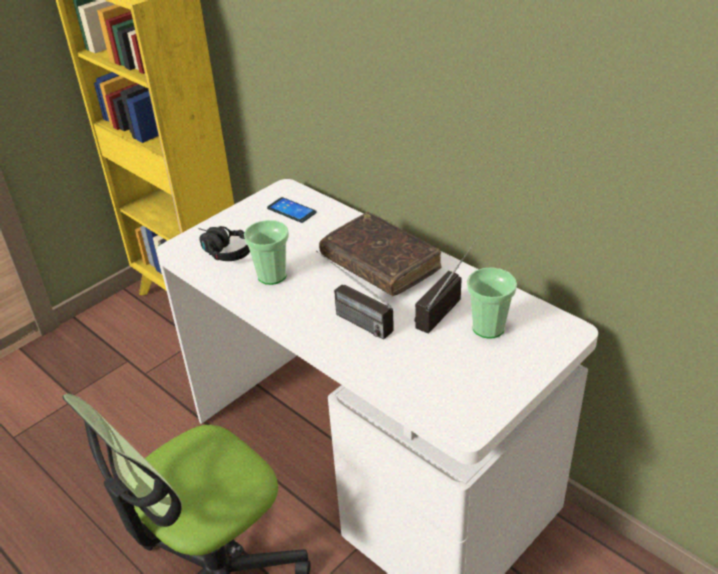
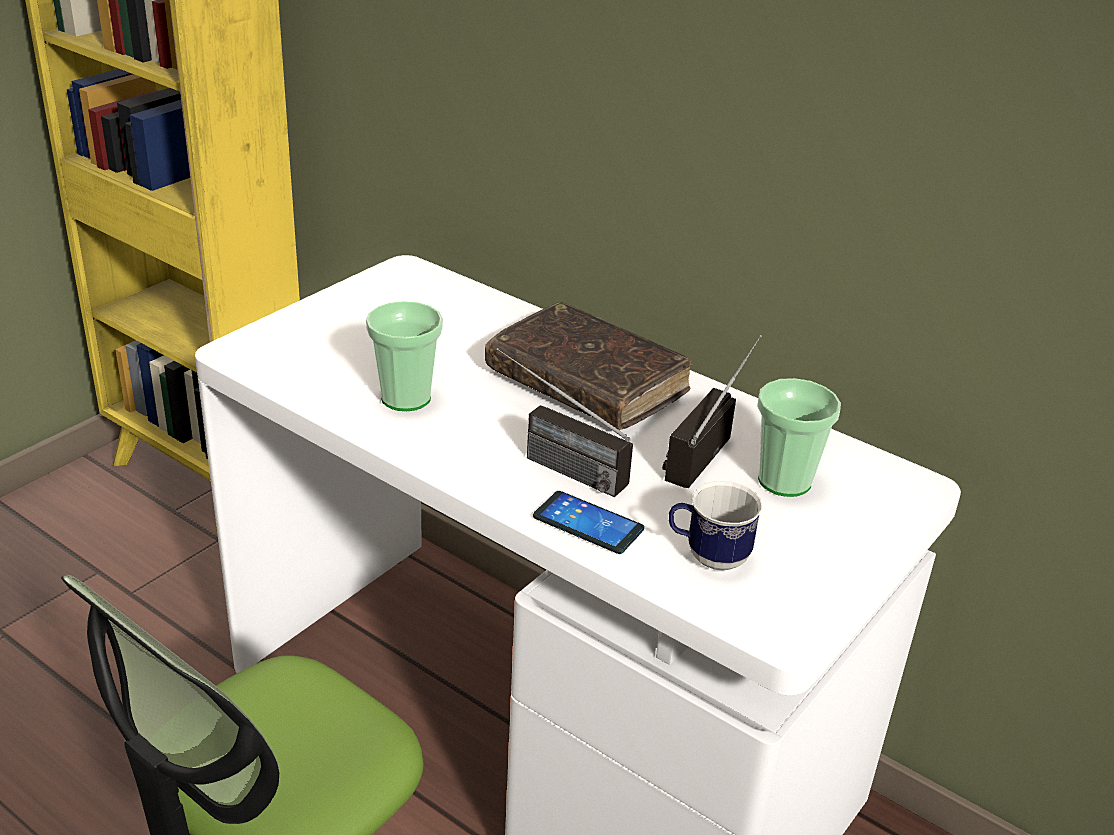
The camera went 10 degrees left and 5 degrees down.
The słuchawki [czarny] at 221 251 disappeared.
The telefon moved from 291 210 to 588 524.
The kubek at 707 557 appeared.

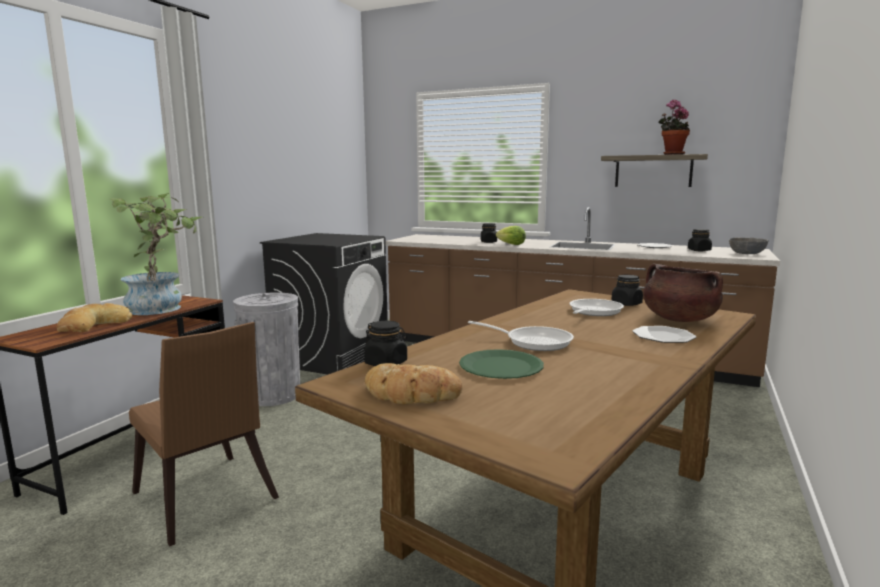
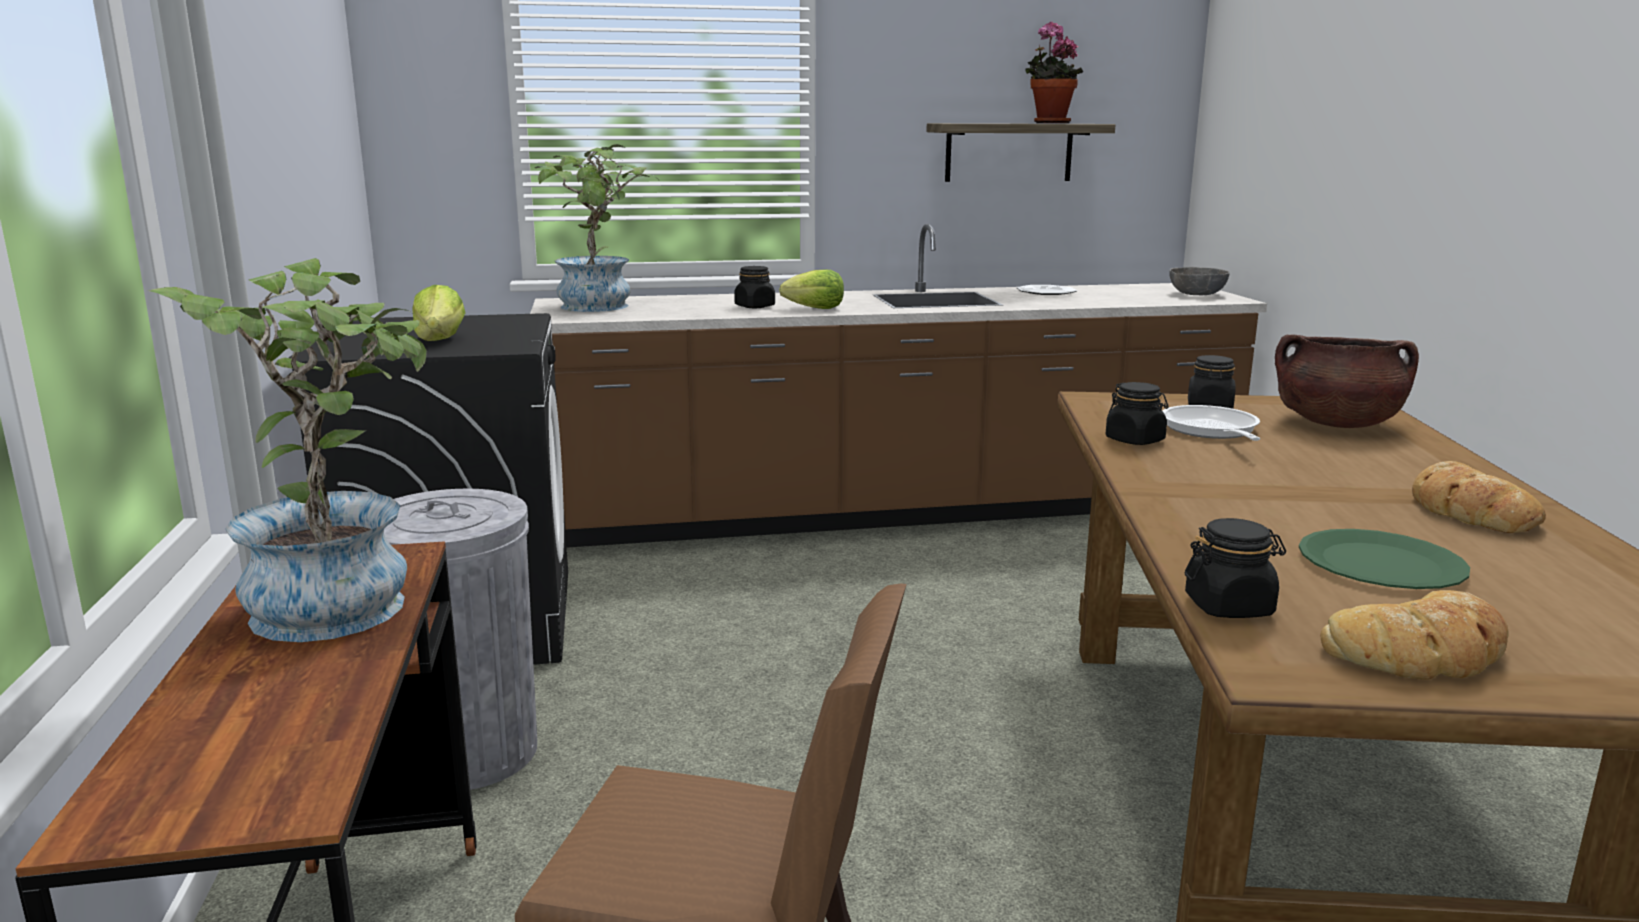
The camera went 35 degrees left and 5 degrees up.
The chleb moved from 94 325 to 1468 511.
The patelnia at 533 342 disappeared.
The talerz at 663 336 disappeared.
The słoik [czarny] moved from 699 250 to 1135 440.
The sałata at 440 340 appeared.
The roślina doniczkowa at 600 307 appeared.

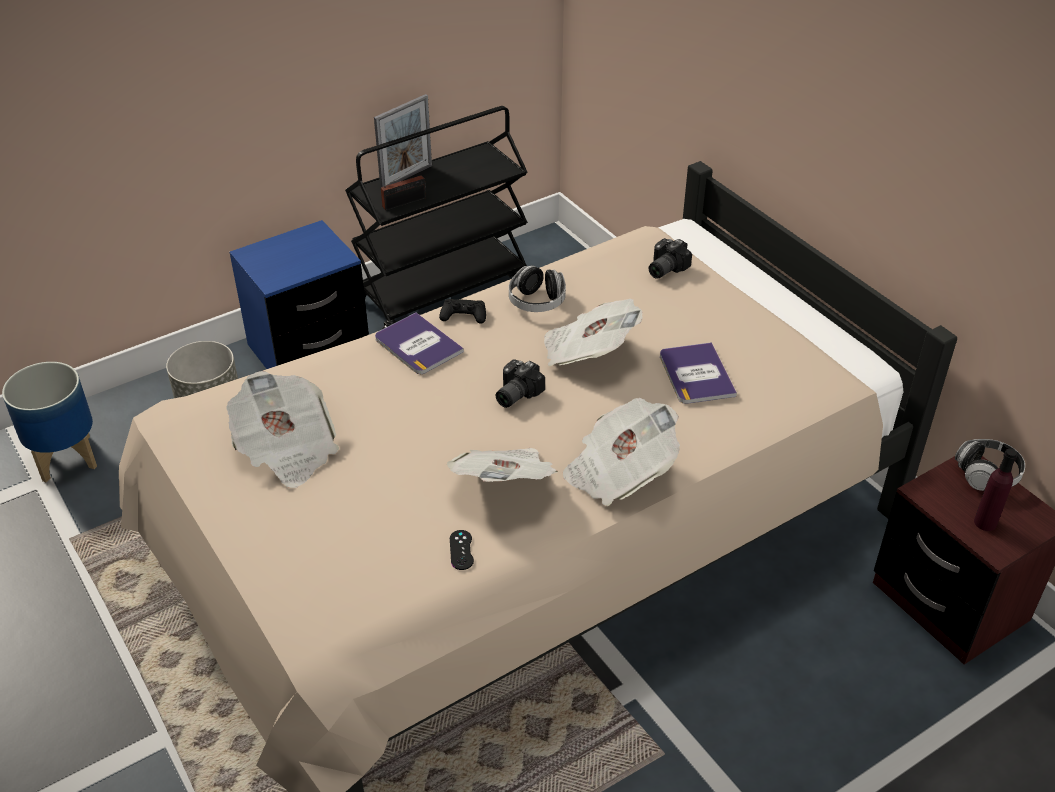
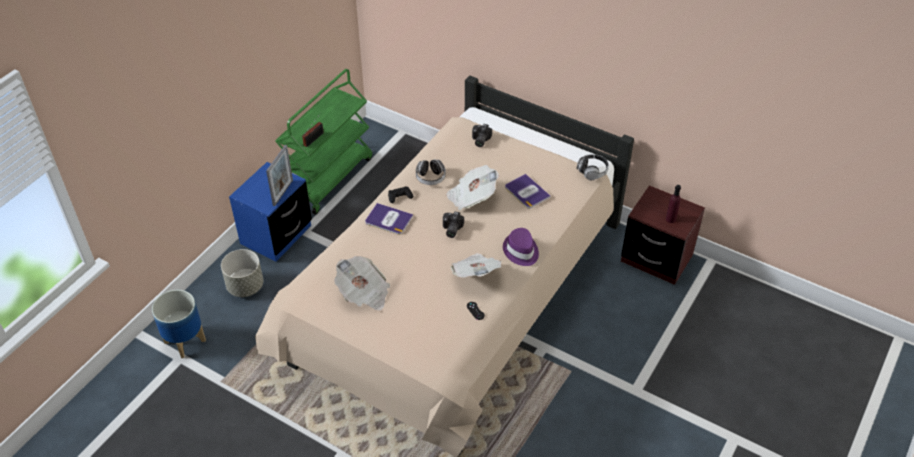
The camera went 25 degrees left and 5 degrees up.
The wózek [czarny] at 442 291 became the wózek [zielony] at 328 178.
The ramka na zdjęcie moved from 406 177 to 283 193.
The gazeta at 619 472 was replaced by the kapelusz [fioletowy] at 521 251.
The słuchawki moved from 986 475 to 592 171.

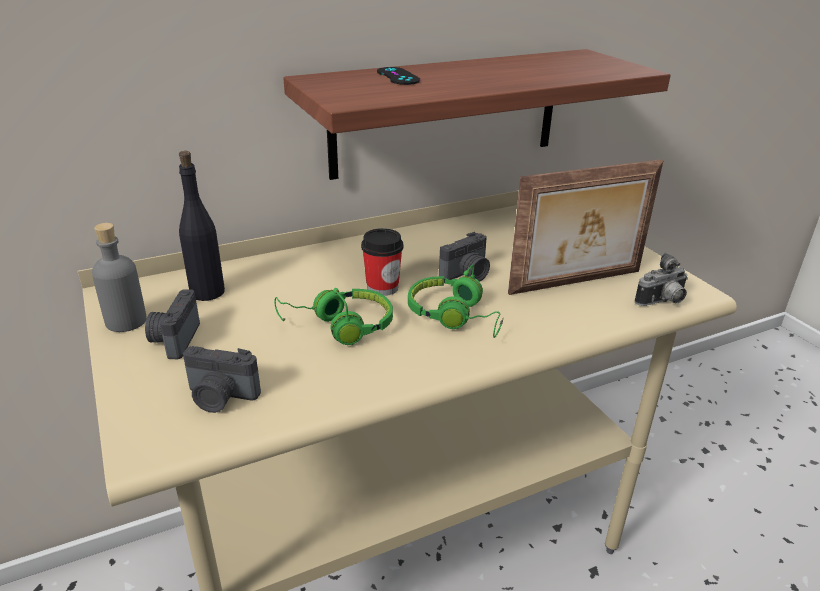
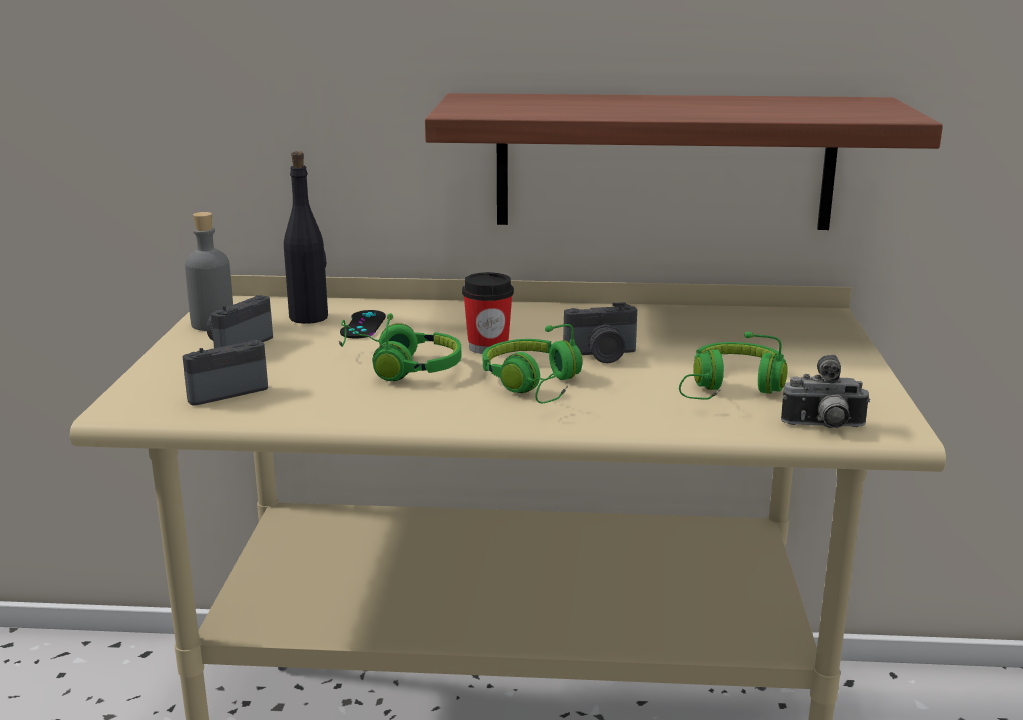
The camera went 30 degrees right and 10 degrees down.
The aparat fotograficzny at 220 397 turned 105 degrees clockwise.
The pad do gier [czarny] moved from 398 76 to 363 325.
The ramka na zdjęcie at 576 283 was replaced by the słuchawki [zielony] at 732 388.

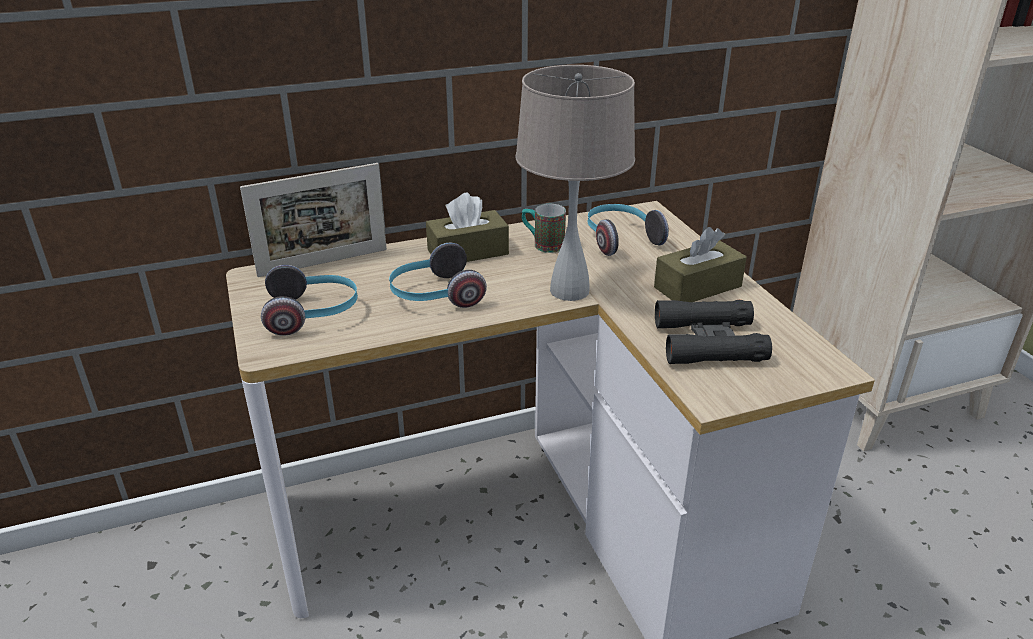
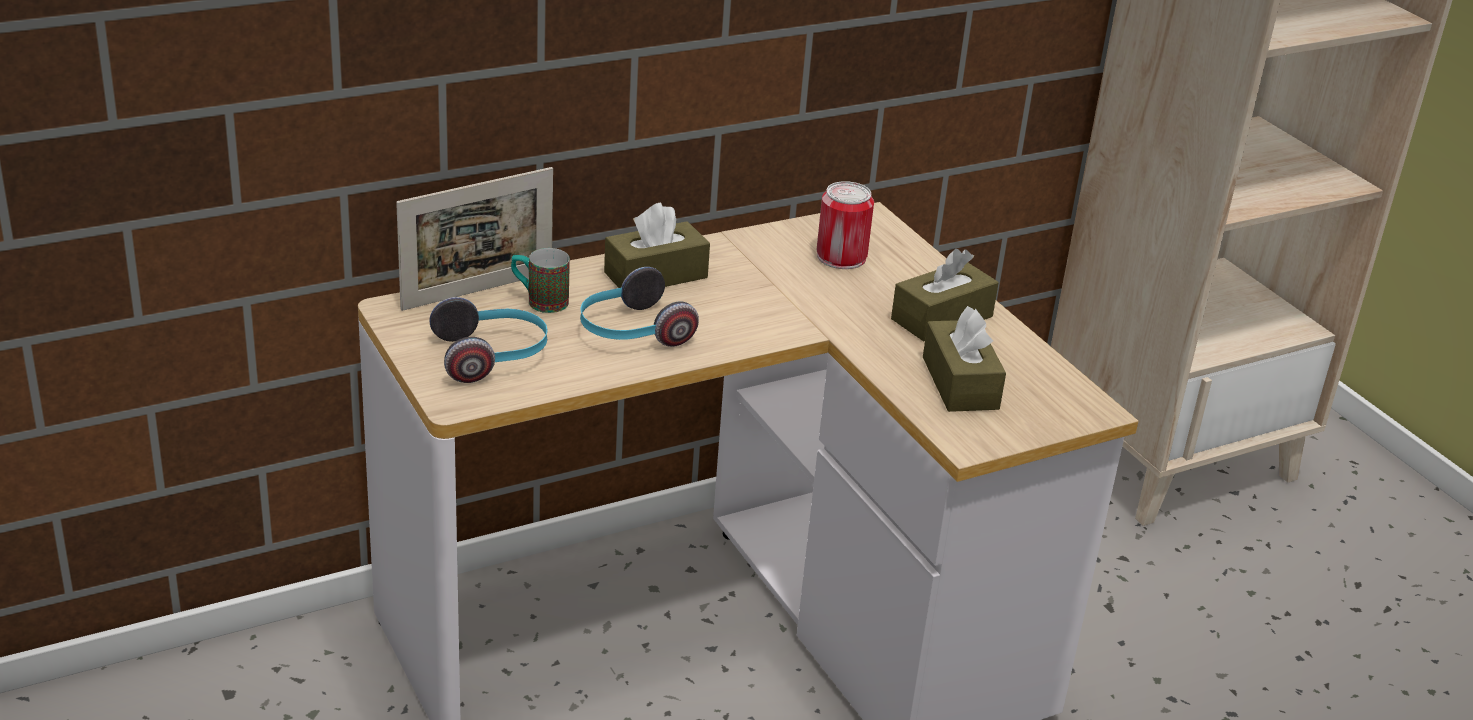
The camera went 10 degrees left and 0 degrees up.
The lampa stołowa [beżowy] at 570 291 disappeared.
The kubek moved from 542 244 to 539 301.
The słuchawki at 620 239 was replaced by the puszka at 841 257.
The lornetka [czarny] at 709 342 was replaced by the pudełko chusteczek [brązowy] at 960 383.

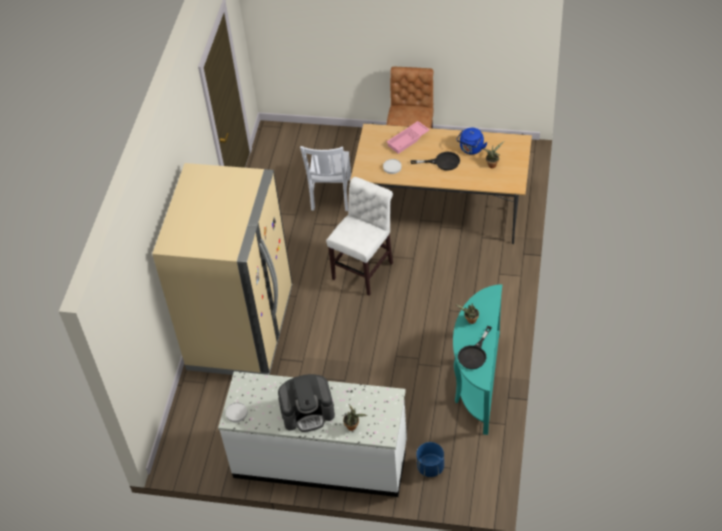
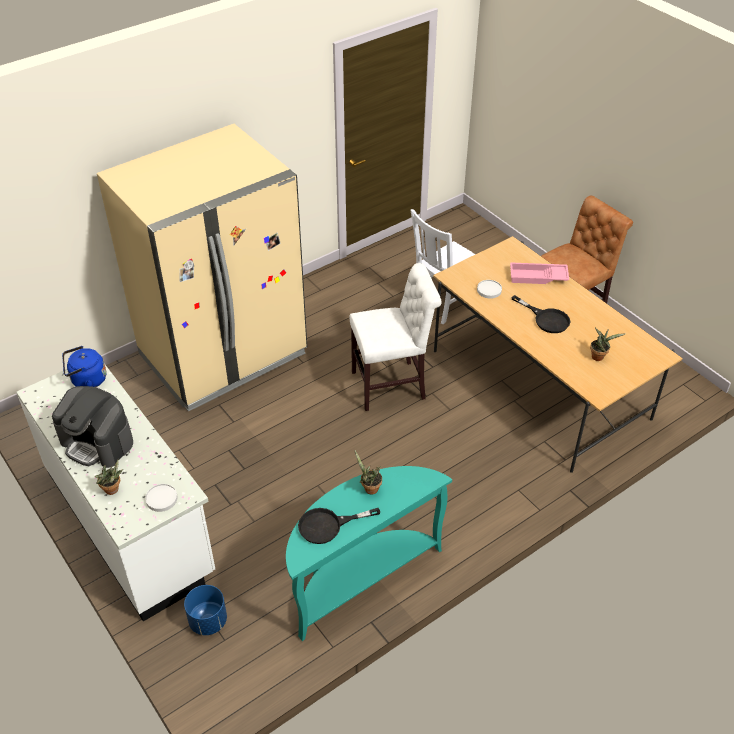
The camera went 40 degrees right and 5 degrees down.
The talerz [biały] moved from 236 413 to 161 499.
The czajnik [niebieski] moved from 471 149 to 87 380.

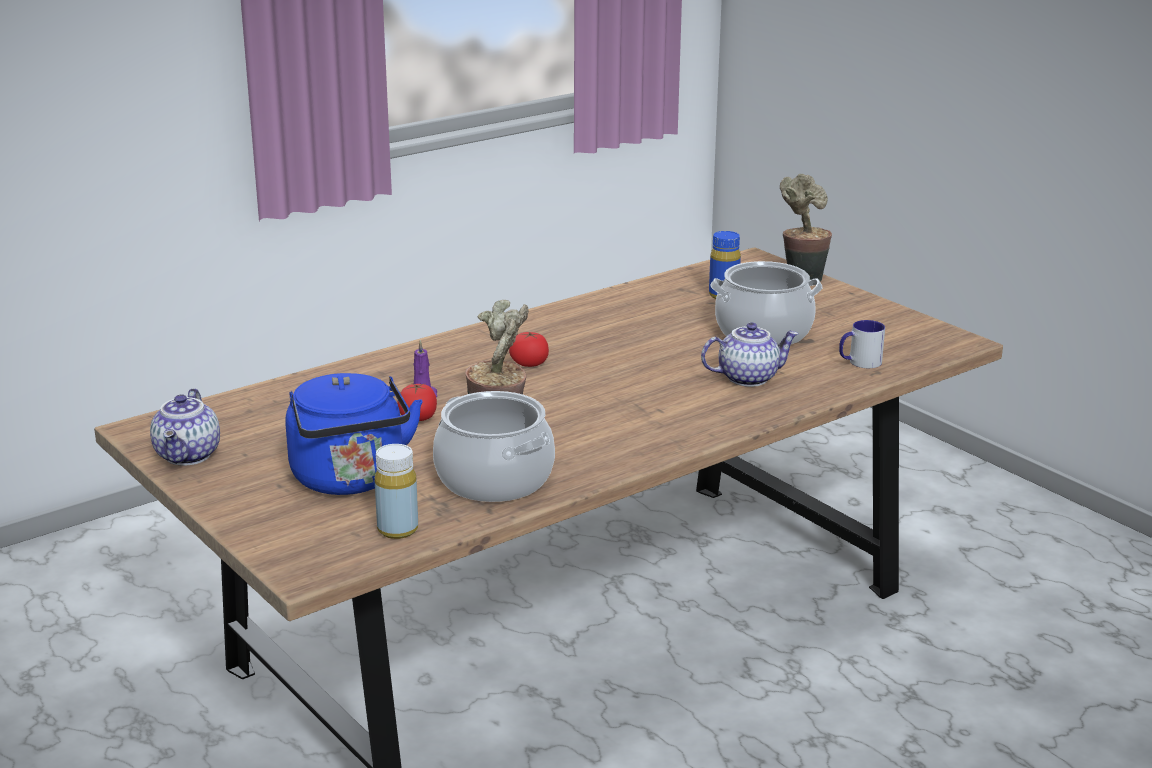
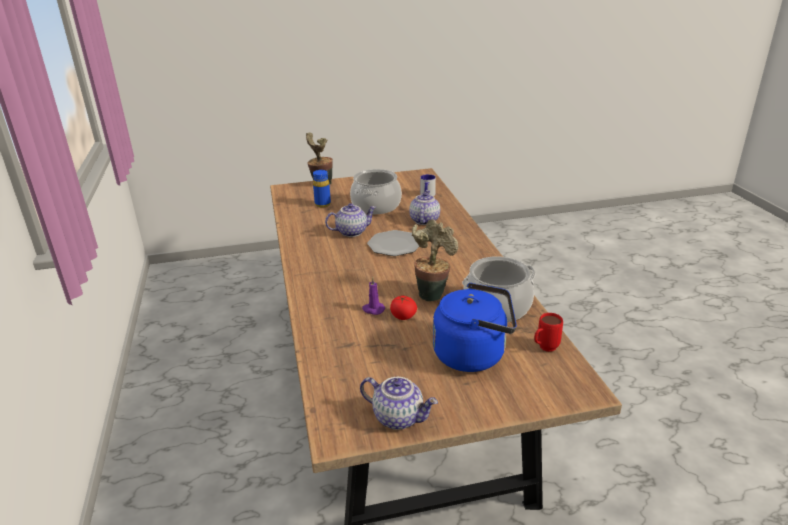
The camera went 65 degrees left and 5 degrees up.
The butelka [żółty] at 397 530 was replaced by the kubek [czerwony] at 544 348.
The pomidor at 529 363 disappeared.
The imbryk at 352 232 appeared.
The talerz at 394 245 appeared.

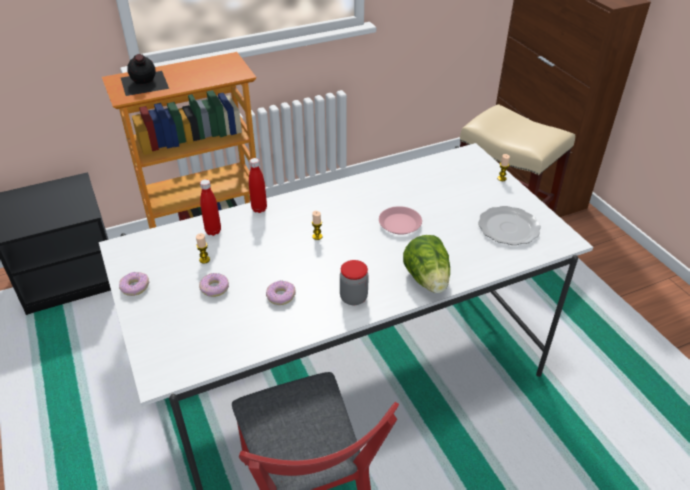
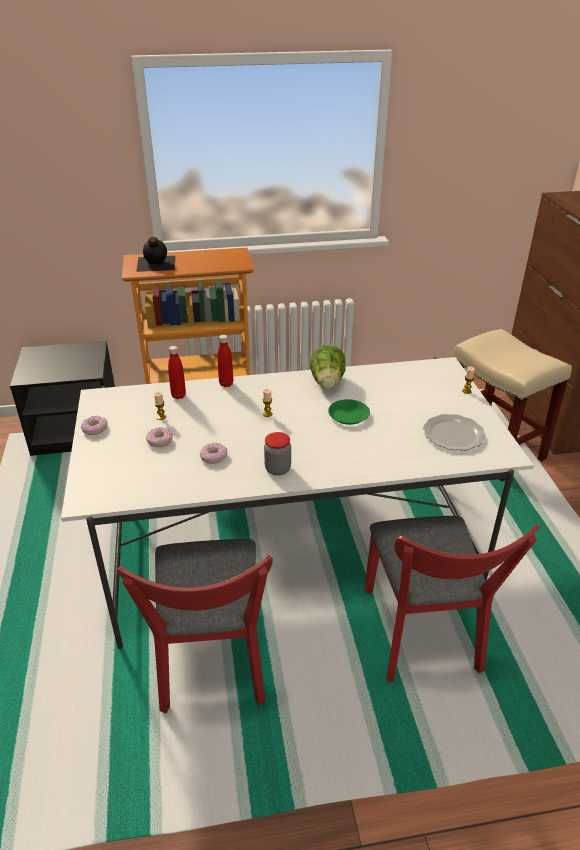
The camera went 15 degrees right and 5 degrees down.
The talerz [różowy] at 399 224 became the talerz [zielony] at 348 415.
The sałata moved from 427 280 to 327 383.
The krzesło [czerwony] at 422 638 appeared.

